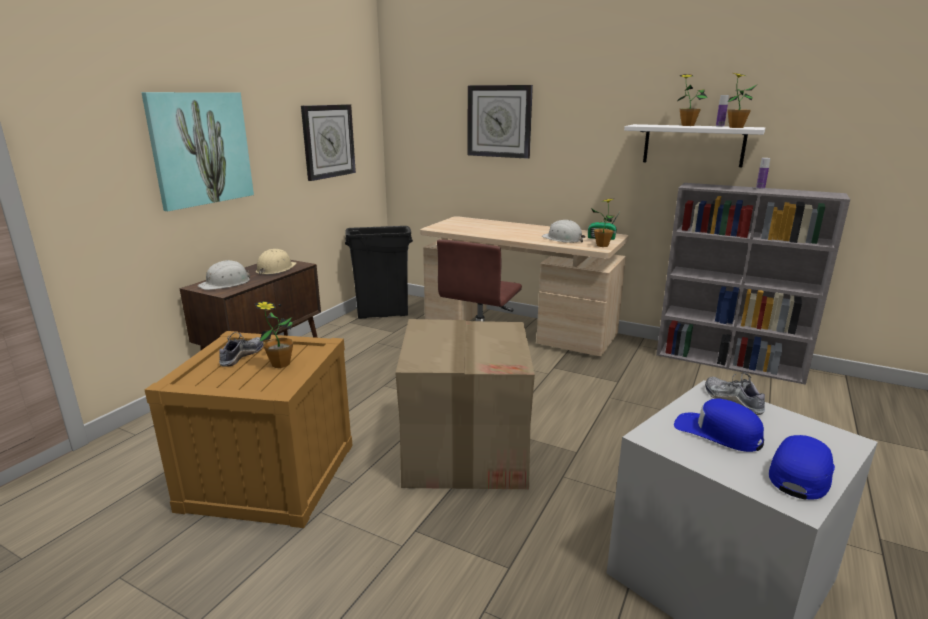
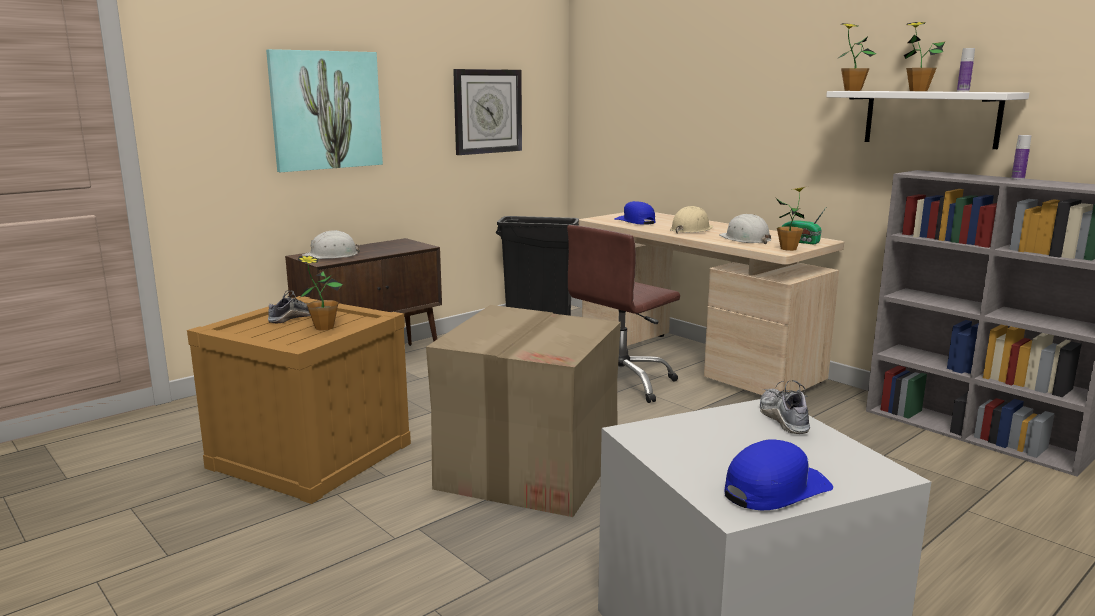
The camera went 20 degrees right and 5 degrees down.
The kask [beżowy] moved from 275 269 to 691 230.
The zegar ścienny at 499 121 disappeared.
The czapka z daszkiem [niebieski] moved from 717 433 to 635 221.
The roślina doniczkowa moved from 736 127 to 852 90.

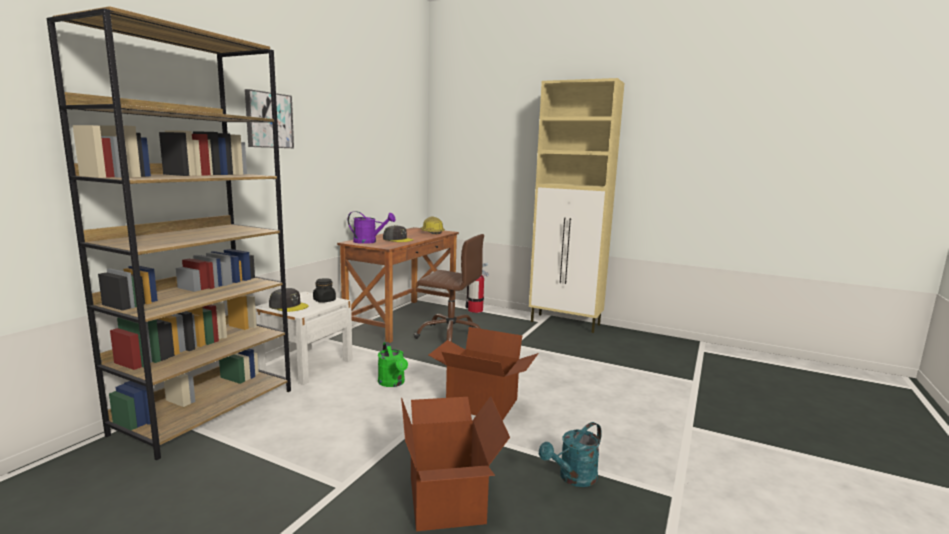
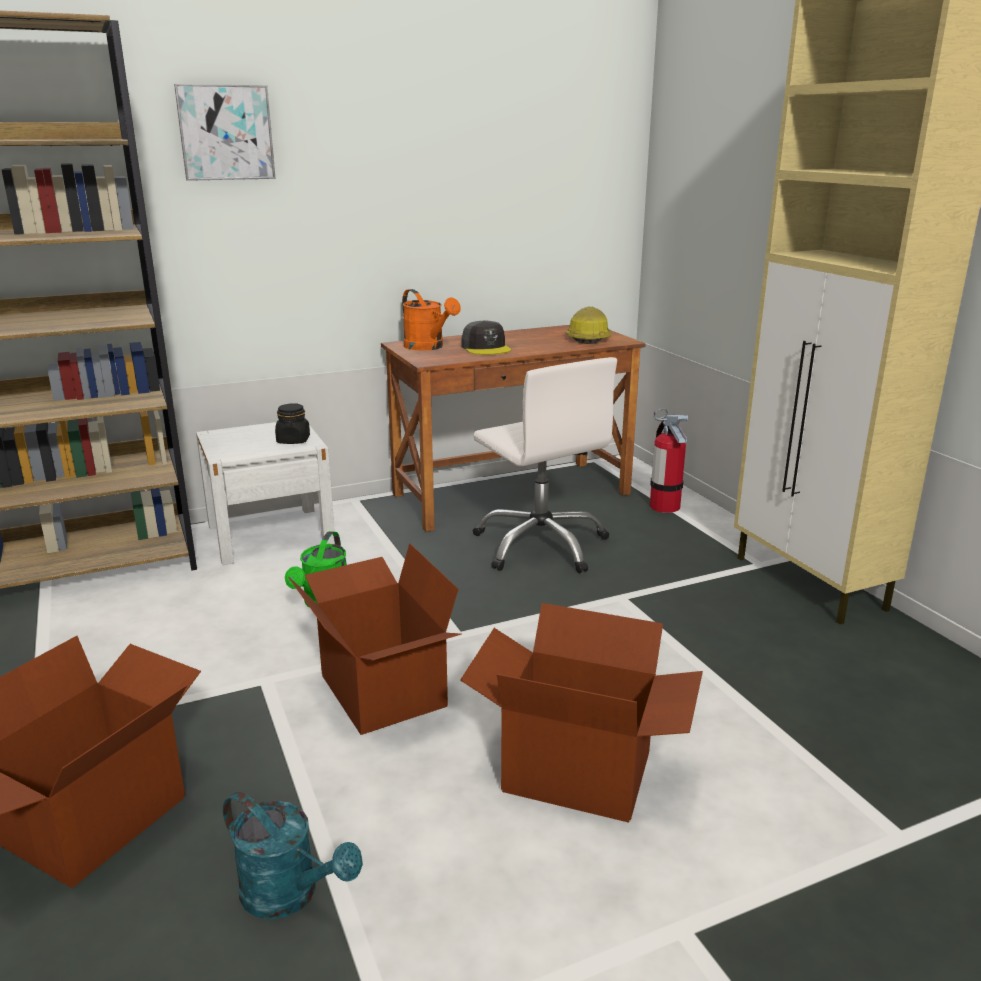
The camera went 40 degrees right and 10 degrees up.
The czapka z daszkiem [szary] at 288 306 disappeared.
The konewka [fioletowy] at 369 242 became the konewka [pomarańczowy] at 428 347.
The krzesło biurowe [brązowy] at 451 335 became the krzesło biurowe [biały] at 541 545.
The konewka [turkusowy] at 573 478 turned 150 degrees counterclockwise.
The karton at 578 770 appeared.

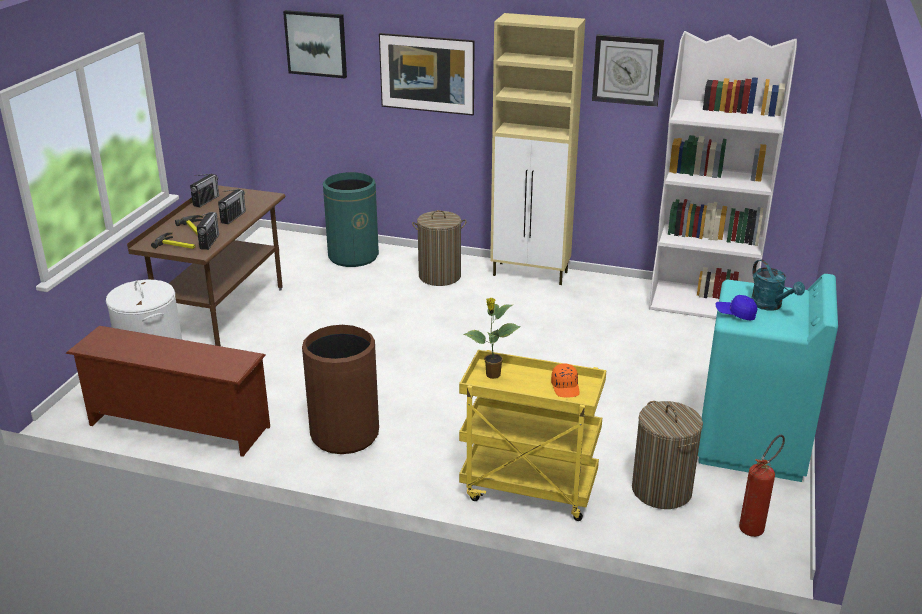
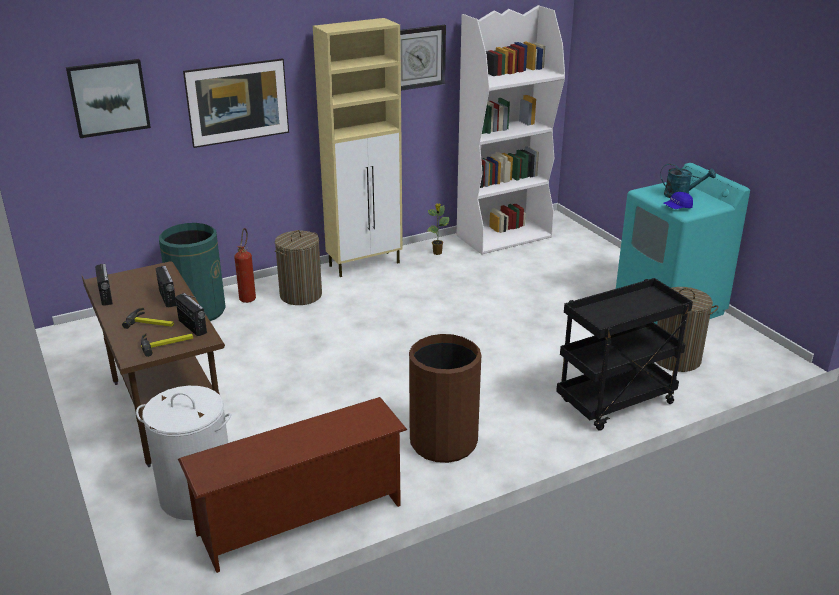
The camera went 45 degrees left and 0 degrees up.
The wózek [żółty] at 527 490 became the wózek [czarny] at 615 404.
The roślina doniczkowa moved from 492 375 to 437 253.
The czapka z daszkiem [pomarańczowy] at 566 387 disappeared.
The gaśnica moved from 755 526 to 248 297.

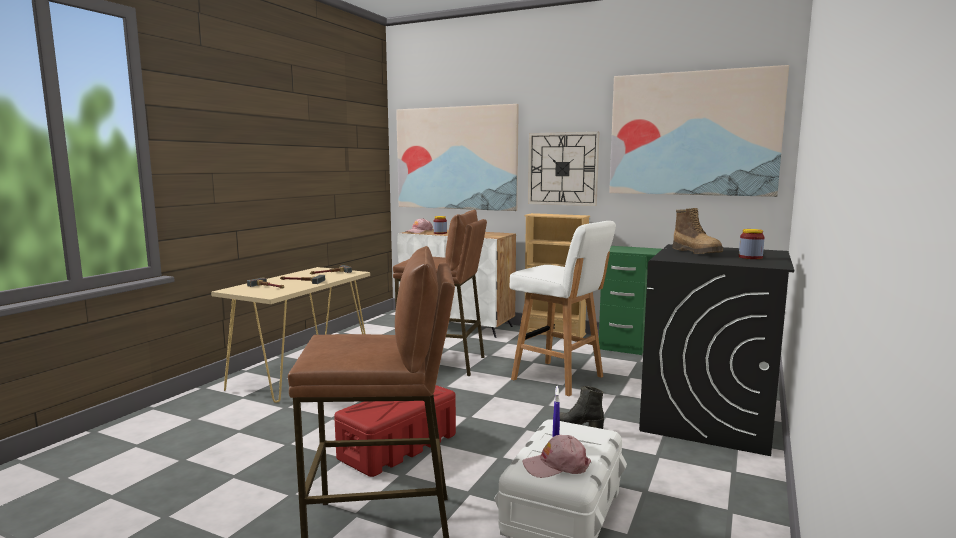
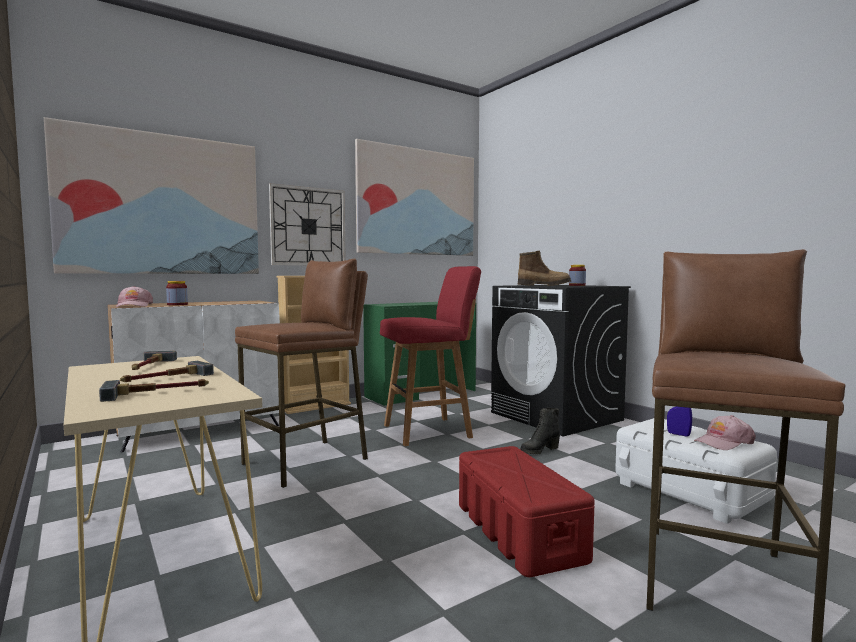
The camera went 60 degrees left and 5 degrees down.
The stołek [biały] at 559 378 became the stołek [czerwony] at 429 431.
The czapka z daszkiem [różowy] at 556 466 turned 45 degrees clockwise.

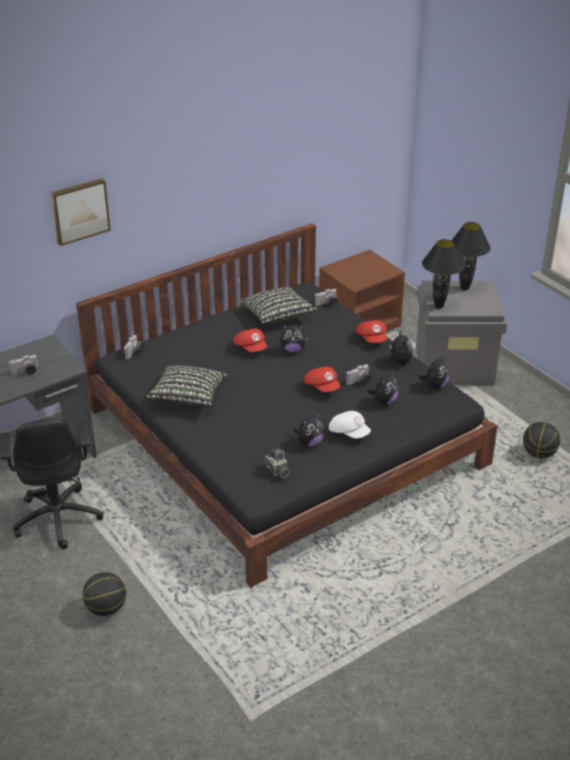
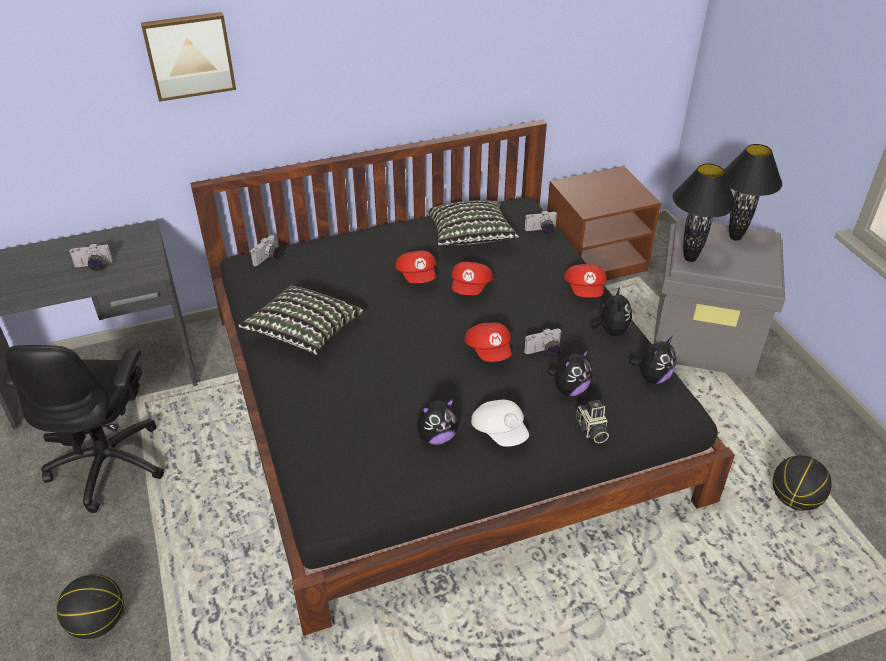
The camera went 15 degrees right and 5 degrees up.
The aparat fotograficzny moved from 277 470 to 591 430.
The pluszak at 293 349 was replaced by the czapka z daszkiem [czerwony] at 471 288.

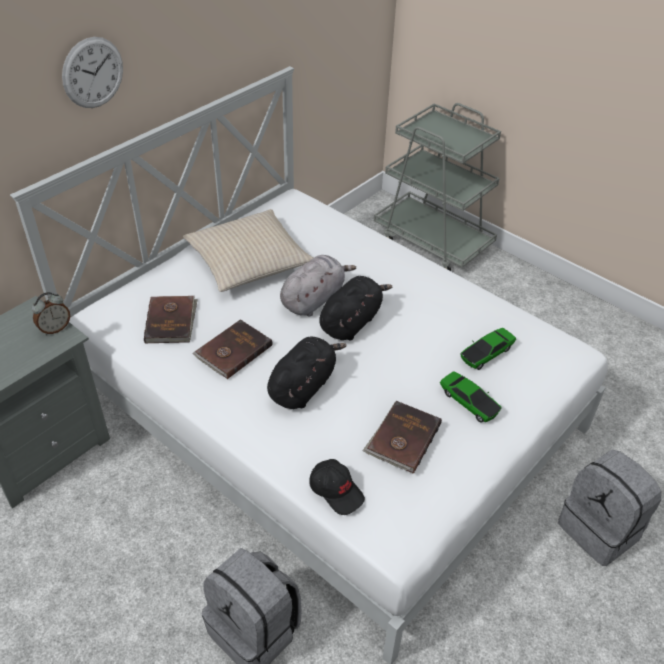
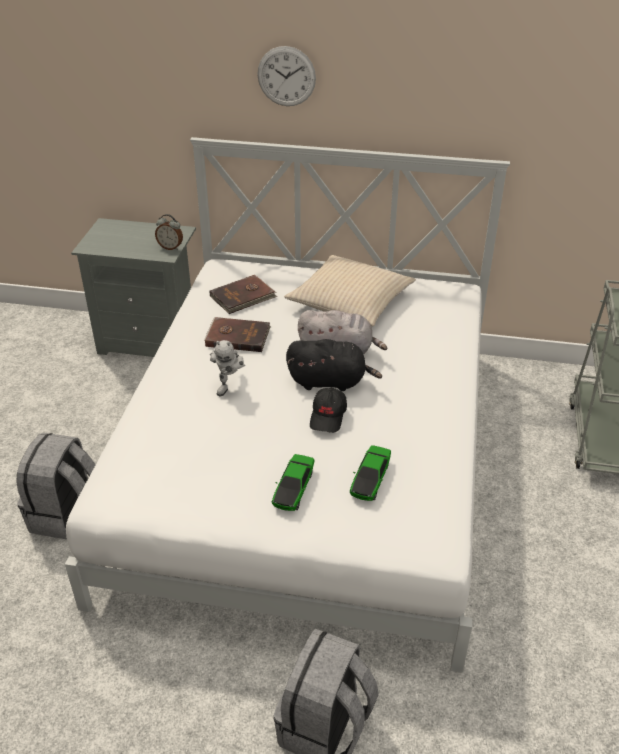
The camera went 60 degrees right and 5 degrees down.
The pluszak [czarny] at 303 386 was replaced by the robot zabawkowy at 230 385.
The czapka z daszkiem [czarny] moved from 336 491 to 328 416.
The książka [brązowy] at 402 438 disappeared.
The samochodzik at 486 354 turned 90 degrees counterclockwise.

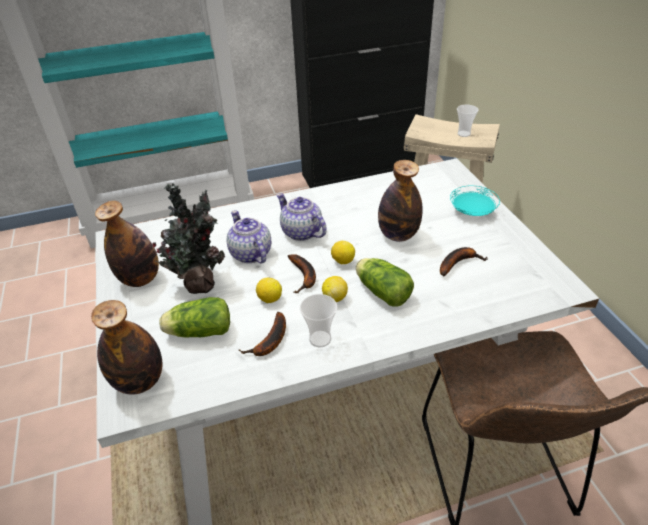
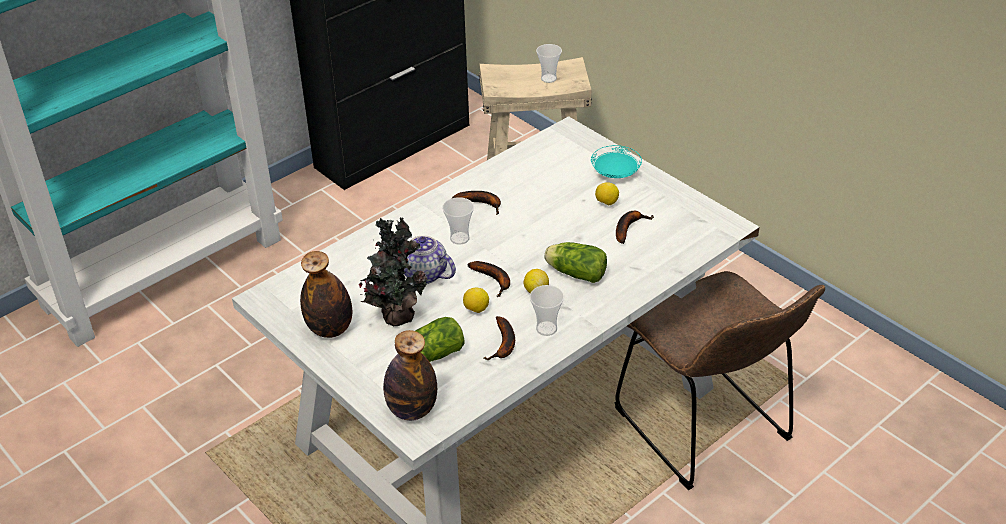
The camera went 25 degrees left and 0 degrees up.
The imbryk at 301 232 was replaced by the filiżanka at 459 238.
The cytryna moved from 342 261 to 606 203.
The butelka at 398 235 disappeared.
The banan at 481 204 appeared.

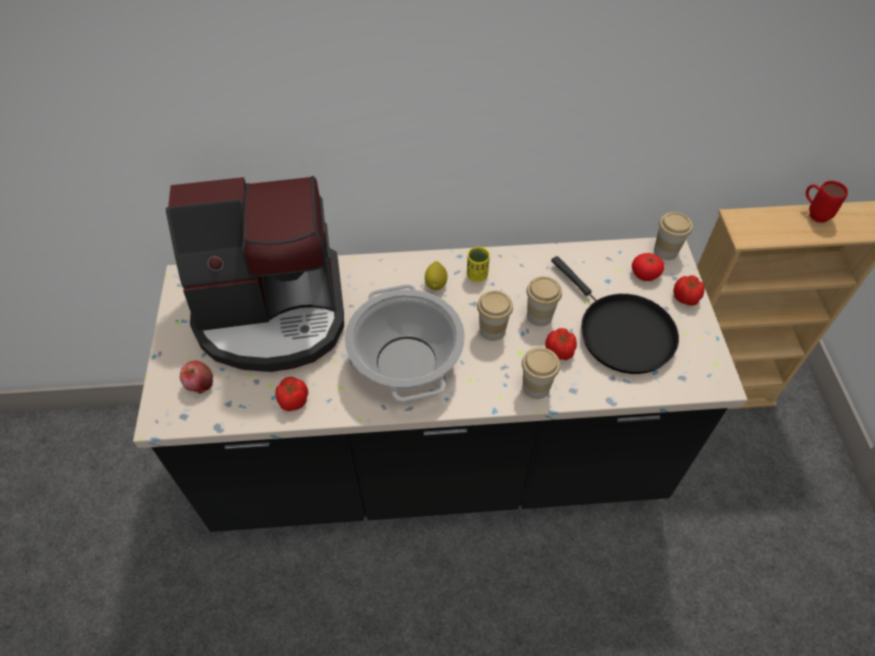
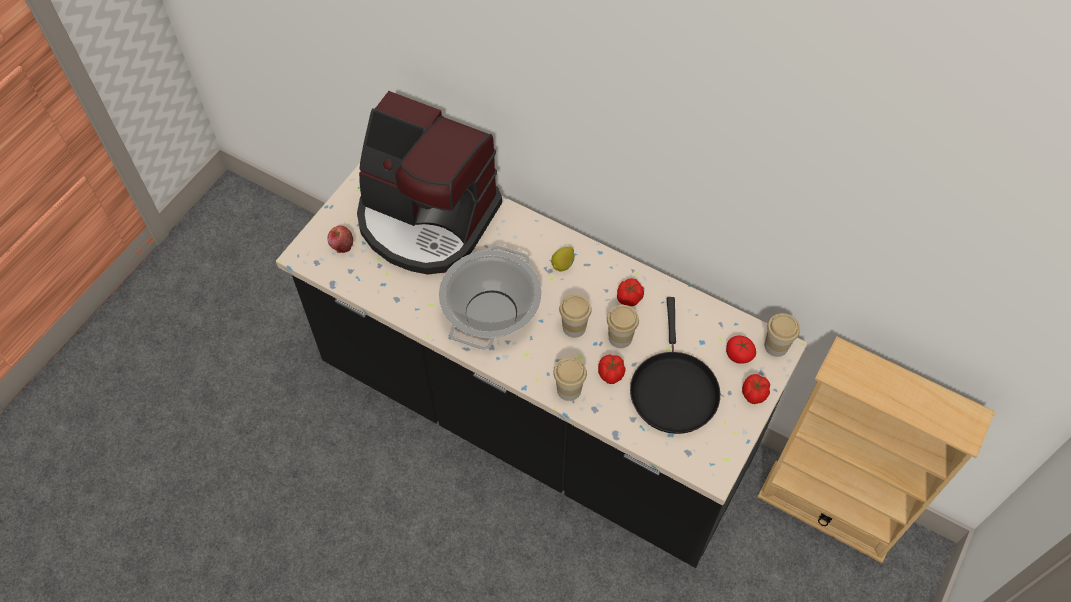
The camera went 35 degrees right and 5 degrees up.
The pomidor moved from 293 401 to 628 298.
The filiżanka [żółty] at 477 275 disappeared.
The kubek [czerwony] at 813 214 disappeared.

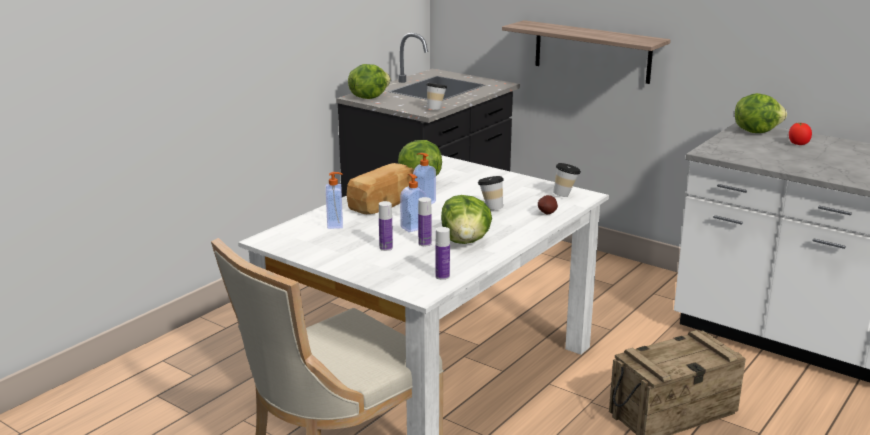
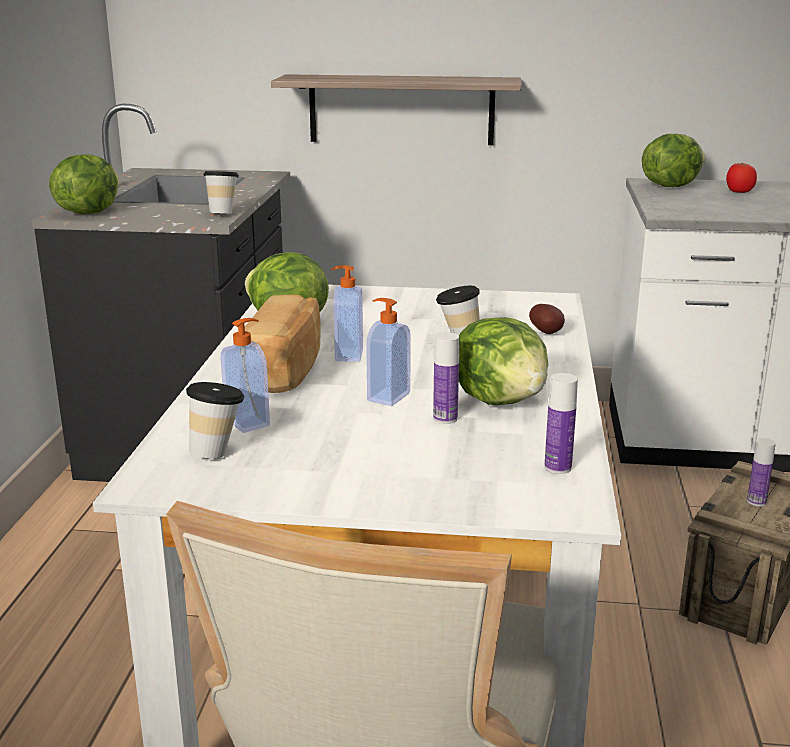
The camera went 30 degrees left and 0 degrees up.
The butelka moved from 386 248 to 756 501.
The filiżanka moved from 565 195 to 218 452.

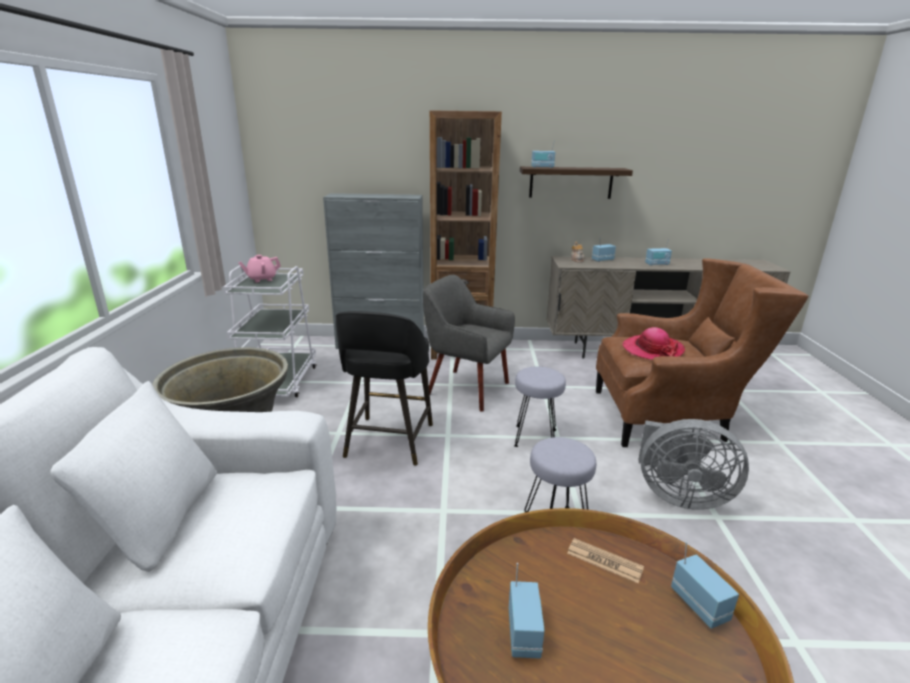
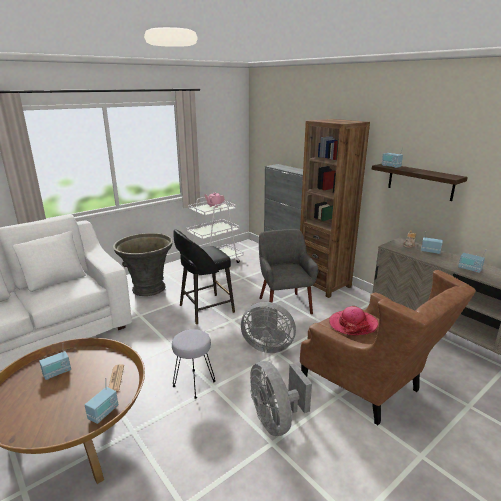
The camera went 50 degrees right and 0 degrees up.
The stołek [szary] at 535 437 was replaced by the wentylator [szary] at 267 346.

